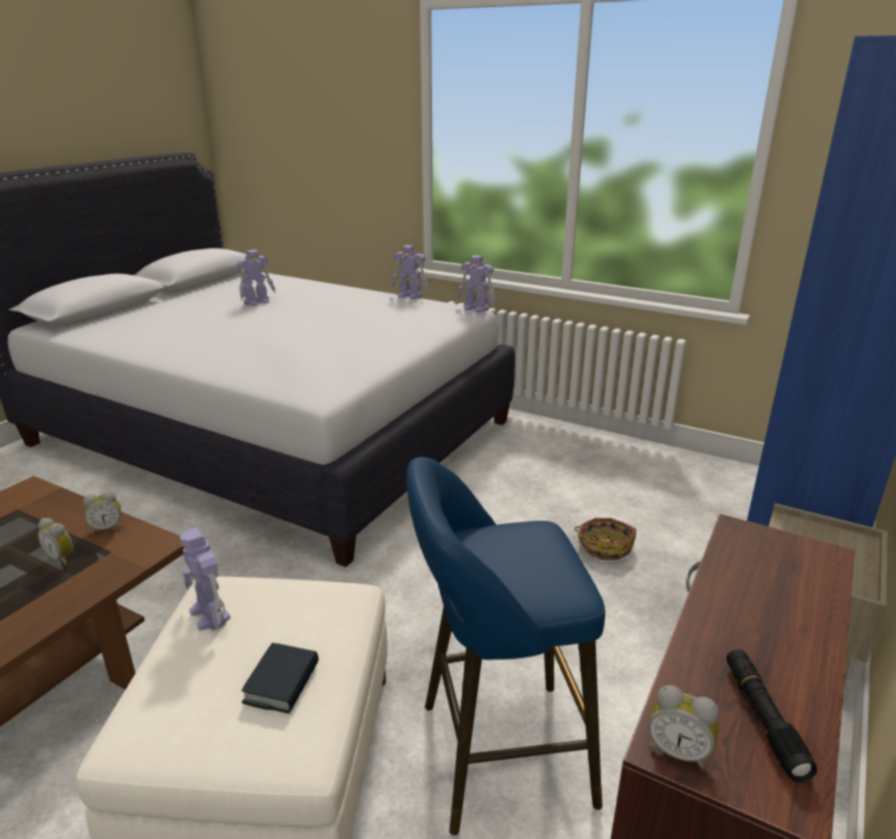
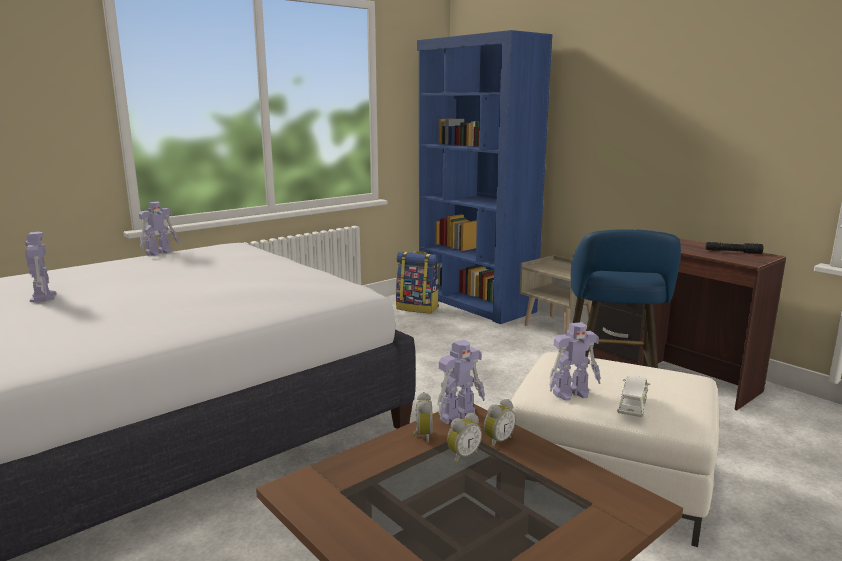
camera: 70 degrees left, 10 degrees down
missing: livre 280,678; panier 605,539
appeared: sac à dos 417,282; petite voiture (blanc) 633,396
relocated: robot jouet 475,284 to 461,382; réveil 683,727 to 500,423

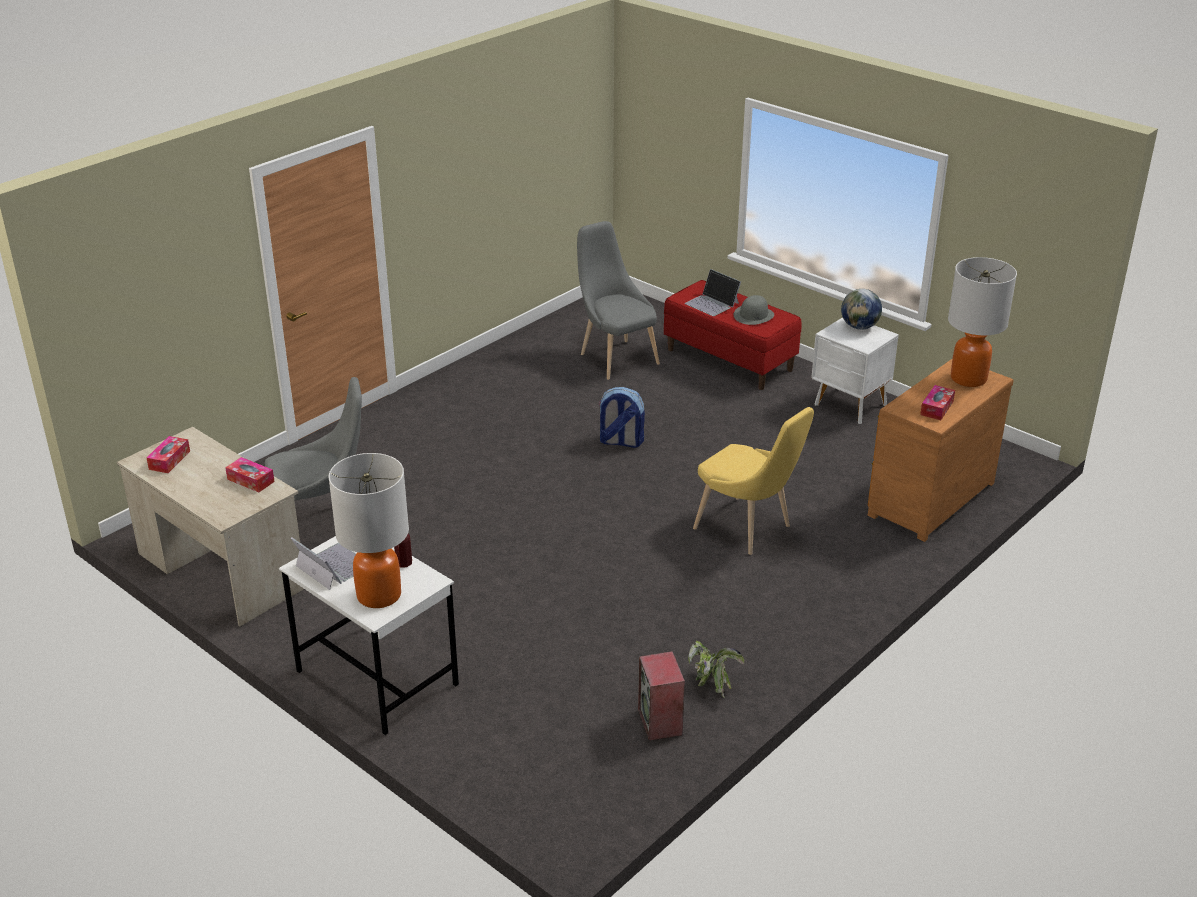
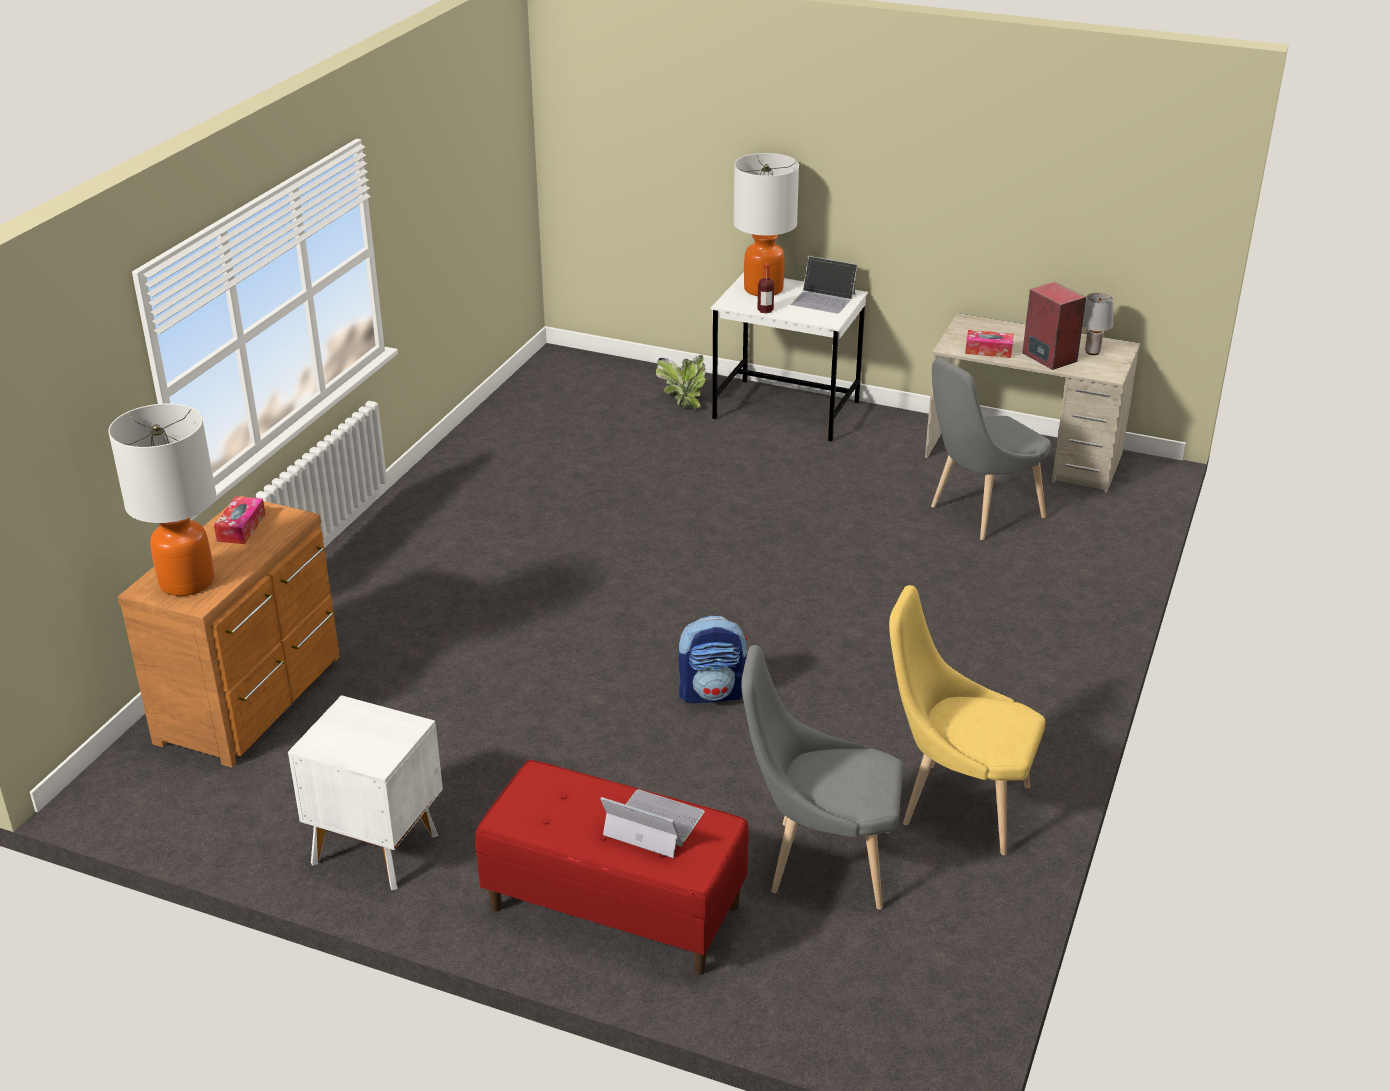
camera: 160 degrees right, 0 degrees up
missing: chapeau (gris) 754,310; globe 861,309
relocated: plante en pot 716,669 to 681,381; chaise (jaune) 753,481 to 967,720; enceinte 661,696 to 1054,326
exchanged: boîte à mouchoirs 168,454 to lampe de table (gris) 1097,324
spun: chaise (gris) 618,300 = 822,777 150 degrees clockwise

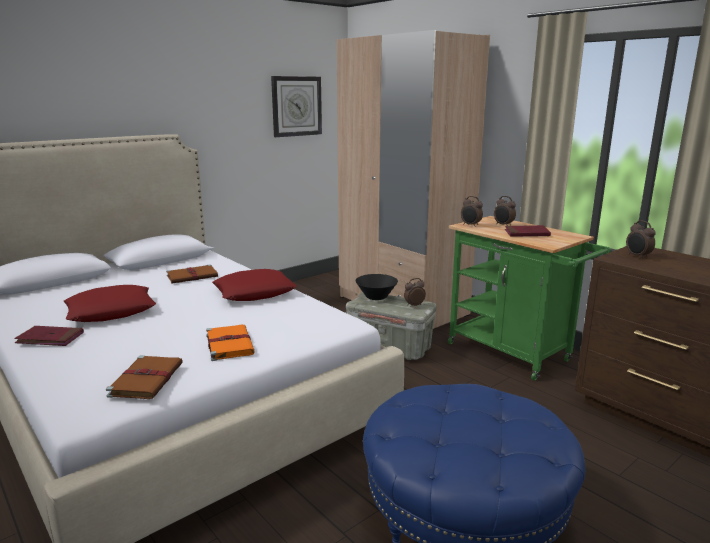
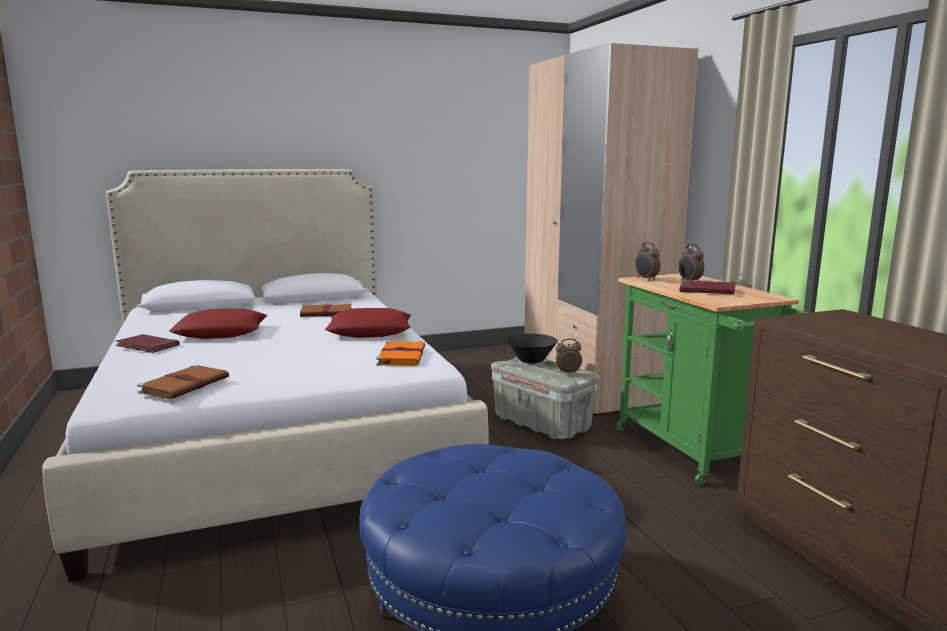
camera: 20 degrees right, 5 degrees down
missing: horloge murale 296,106; réveil 641,240
relocated: livre (orange) 230,342 to 400,353

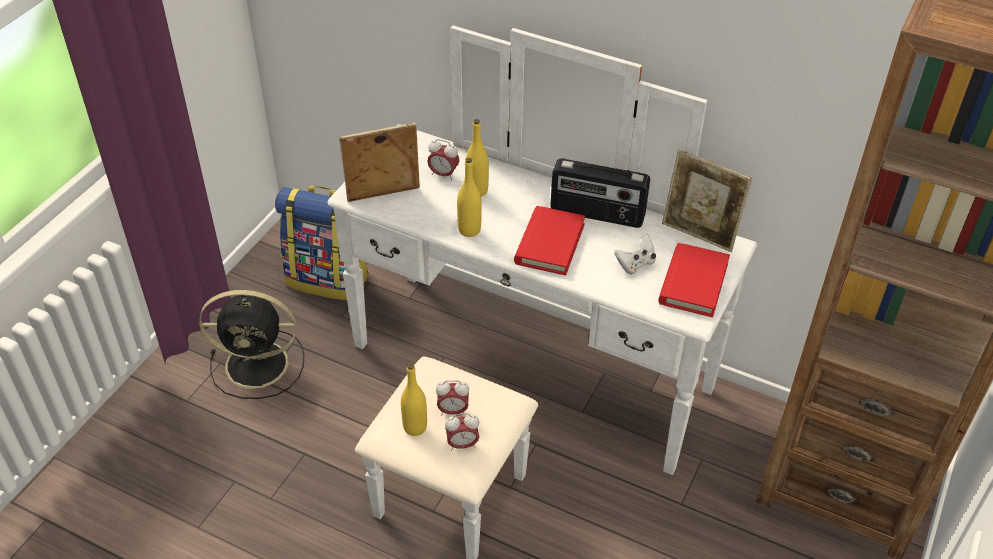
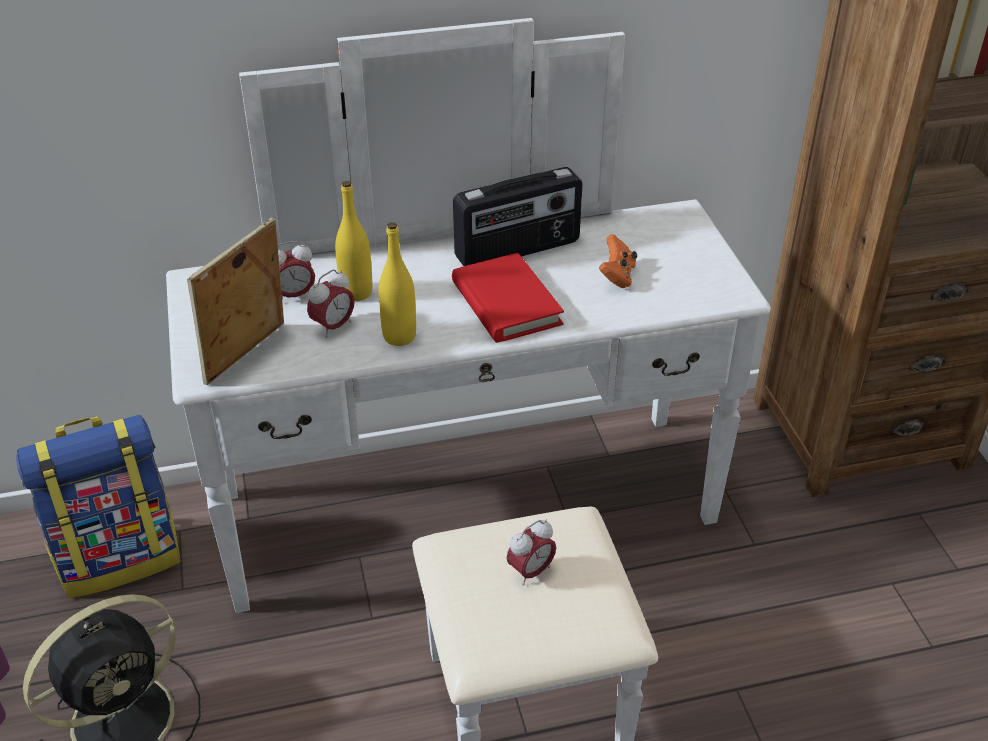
camera: 40 degrees left, 5 degrees down
missing: bouteille (jaune) 414,400; livre (rouge) 694,280; cadre photo 707,201
relocated: réveil 462,432 to 331,303
colour: manette (blanc) 635,254 to manette (orange) 618,261

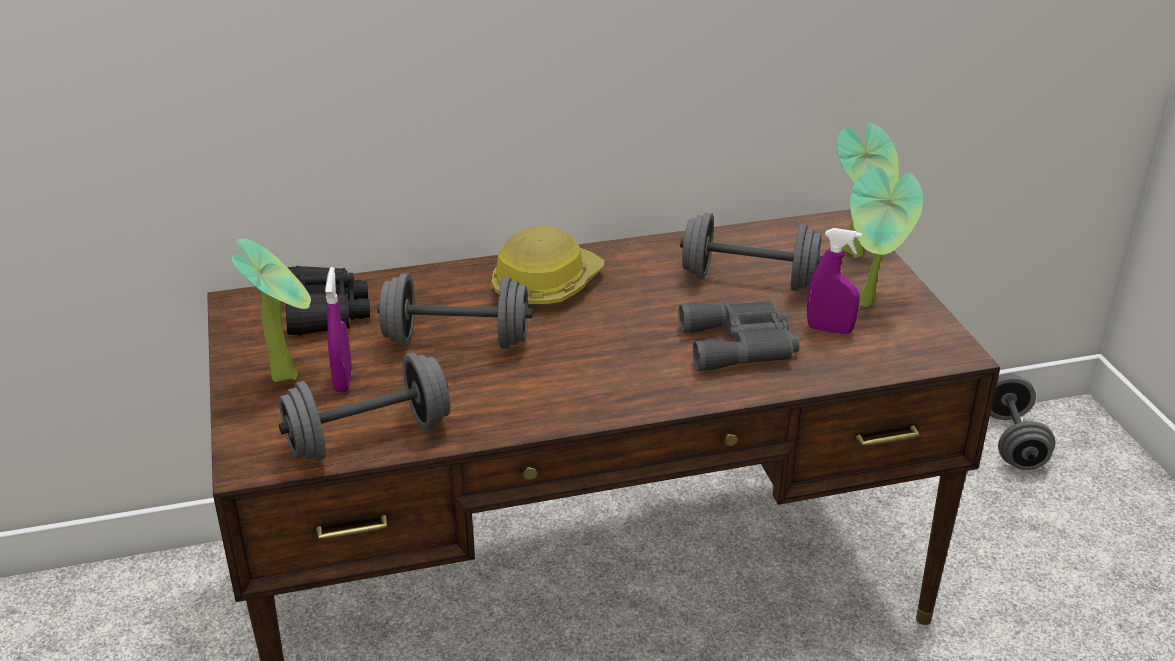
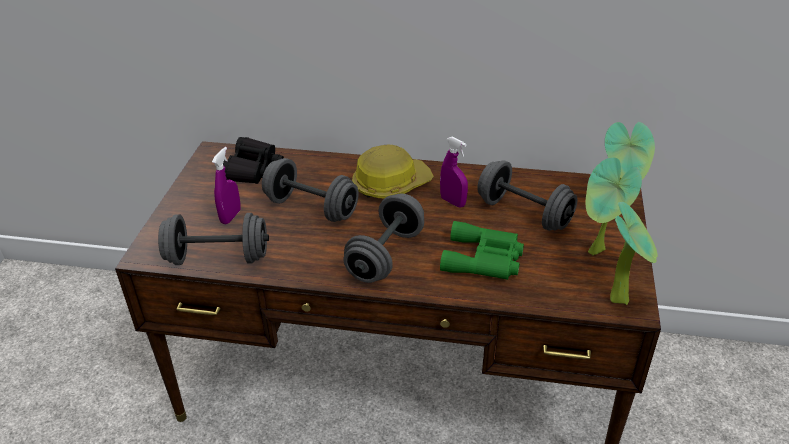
camera: 25 degrees right, 5 degrees up
relocated: haltère (gris) 1022,422 to 383,238; vaporisateur (violet) 834,281 to 454,172; plante en pot 271,310 to 634,253
colour: jumelles (gris) 738,336 to jumelles (vert) 482,250

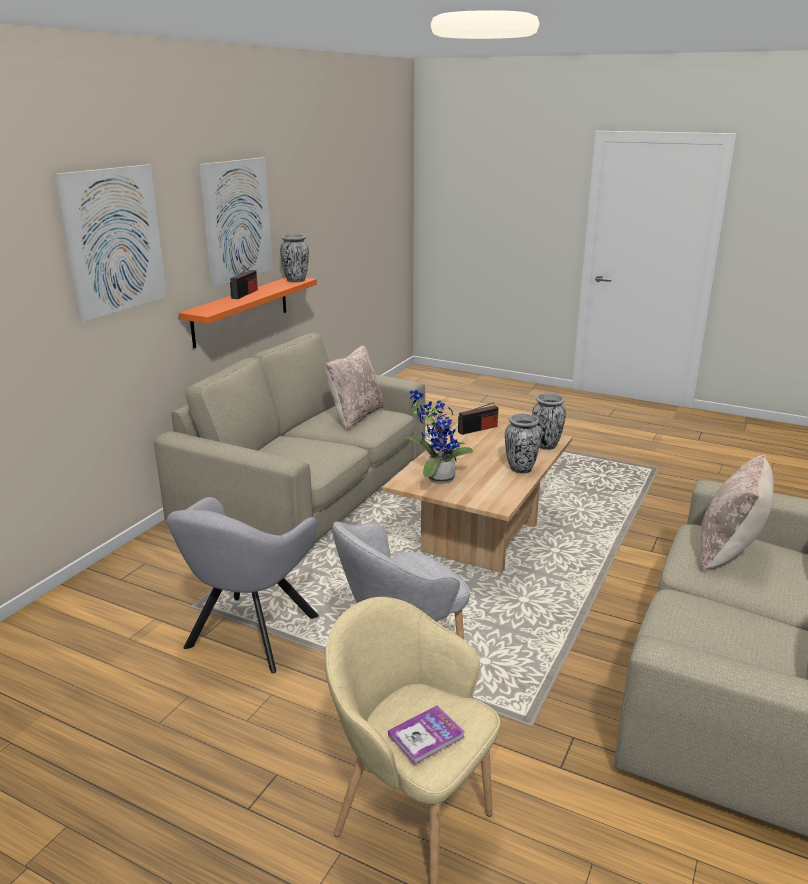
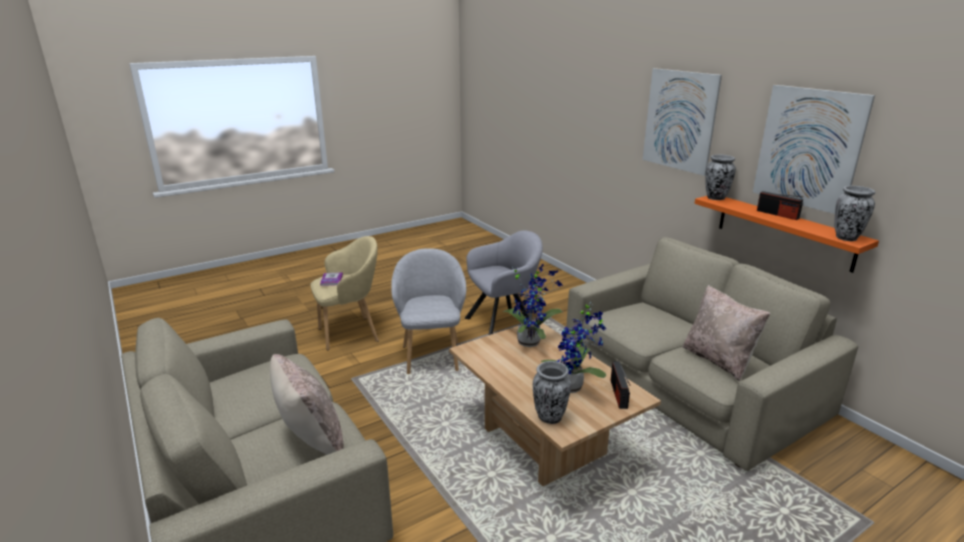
camera: 120 degrees right, 0 degrees up
appeared: plante en pot 574,347
relocated: vase 523,443 to 721,177
spun: fauteuil (gris) 242,585 = 504,282 105 degrees clockwise

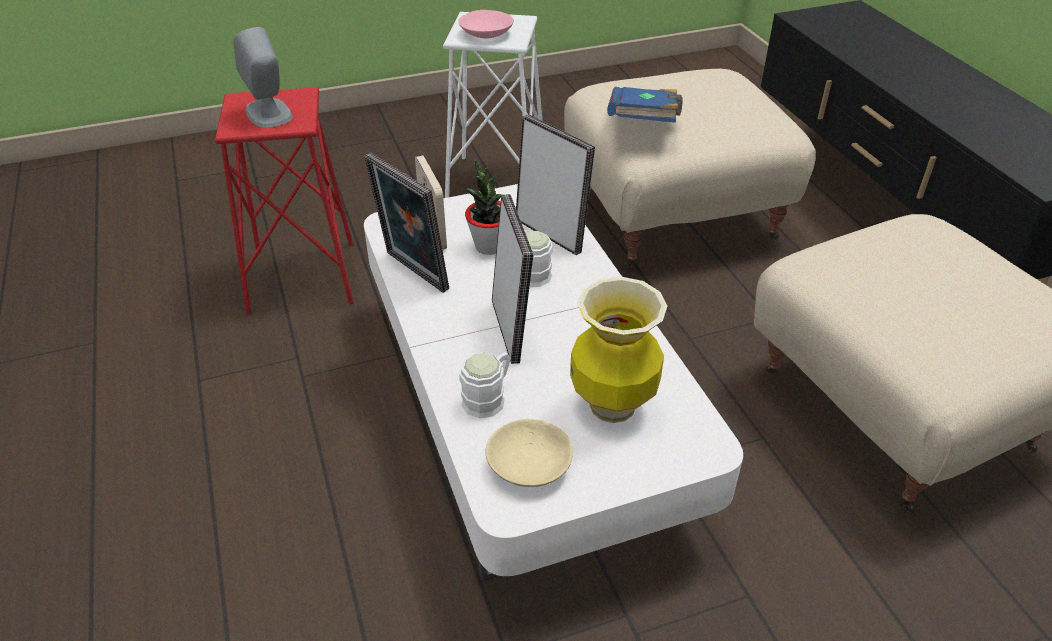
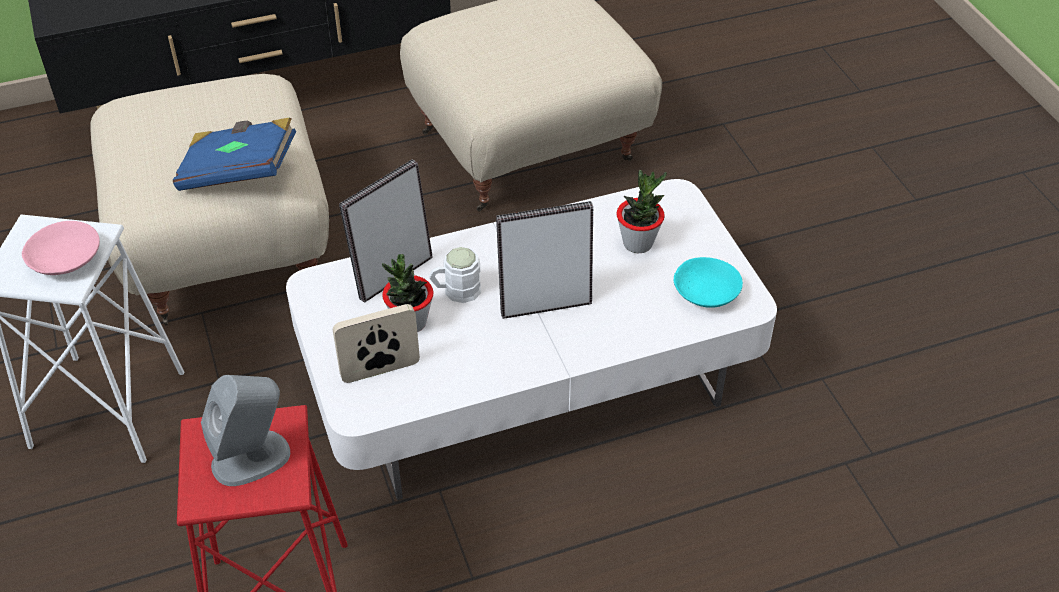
camera: 90 degrees left, 5 degrees up
missing: cadre photo 406,222; mug (blanc) 485,385
exchanged: vase 618,350 to plante en pot 641,211
colour: bol (beige) 529,453 to bol (turquoise) 708,282

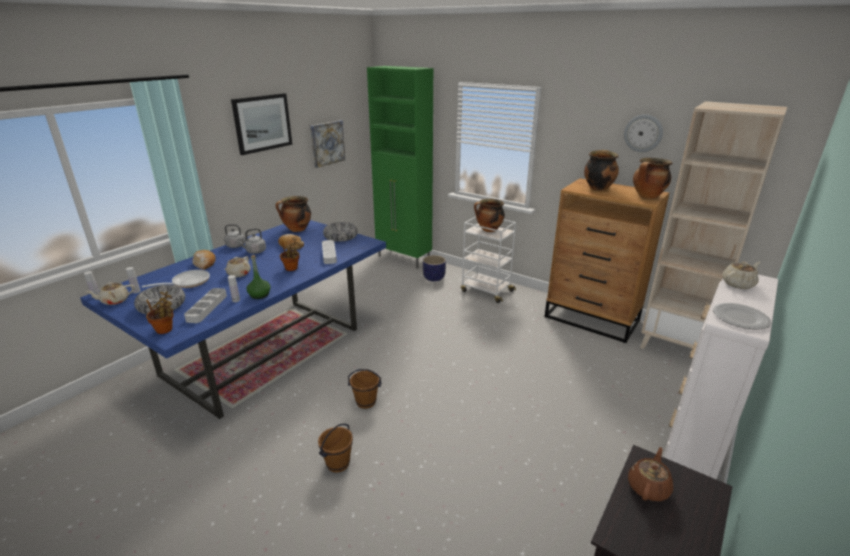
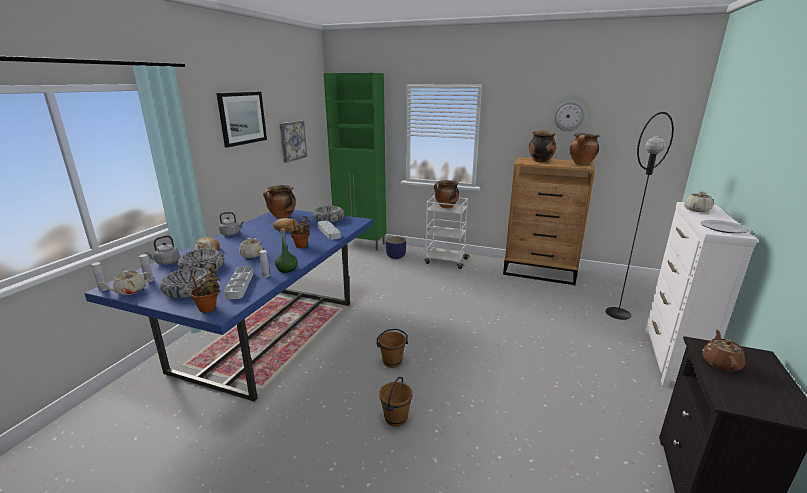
camera: 15 degrees left, 5 degrees down
missing: bibliothèque (beige) 713,225
appeared: lampadaire (noir) 640,216
relocated: bouilloire (gris) 252,241 to 162,250
exchanged: poêle 176,279 to bol 200,260

